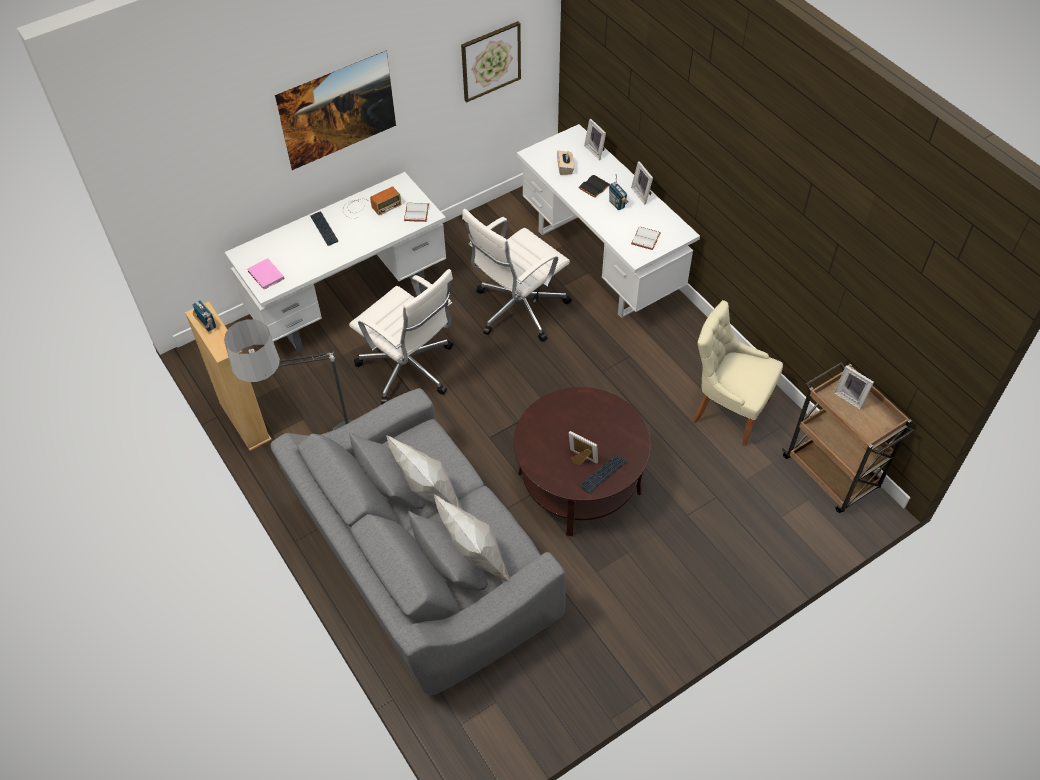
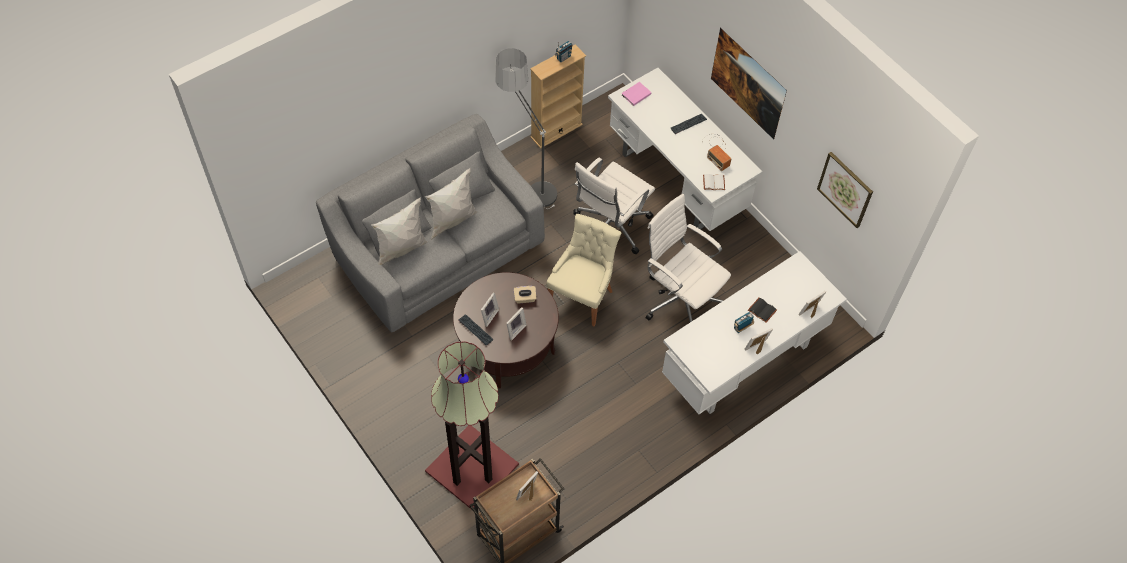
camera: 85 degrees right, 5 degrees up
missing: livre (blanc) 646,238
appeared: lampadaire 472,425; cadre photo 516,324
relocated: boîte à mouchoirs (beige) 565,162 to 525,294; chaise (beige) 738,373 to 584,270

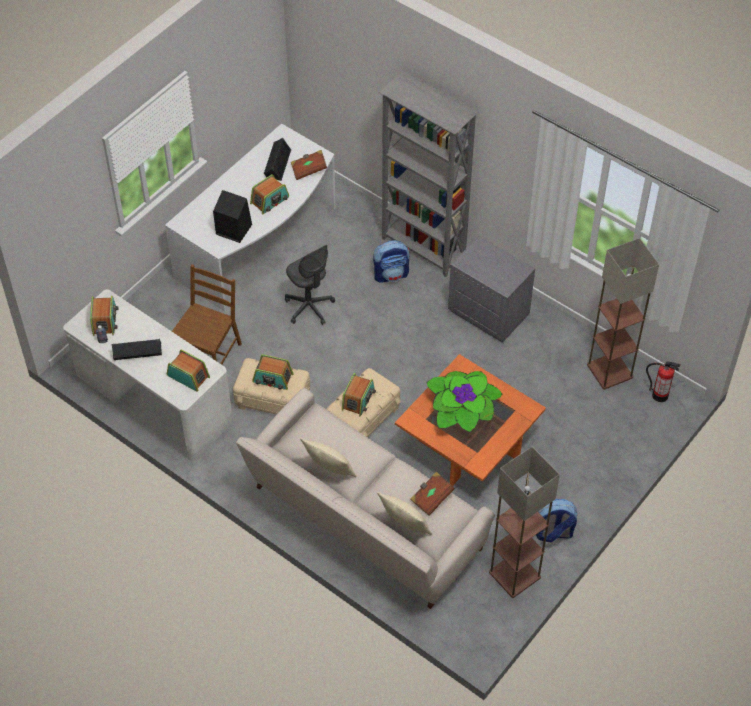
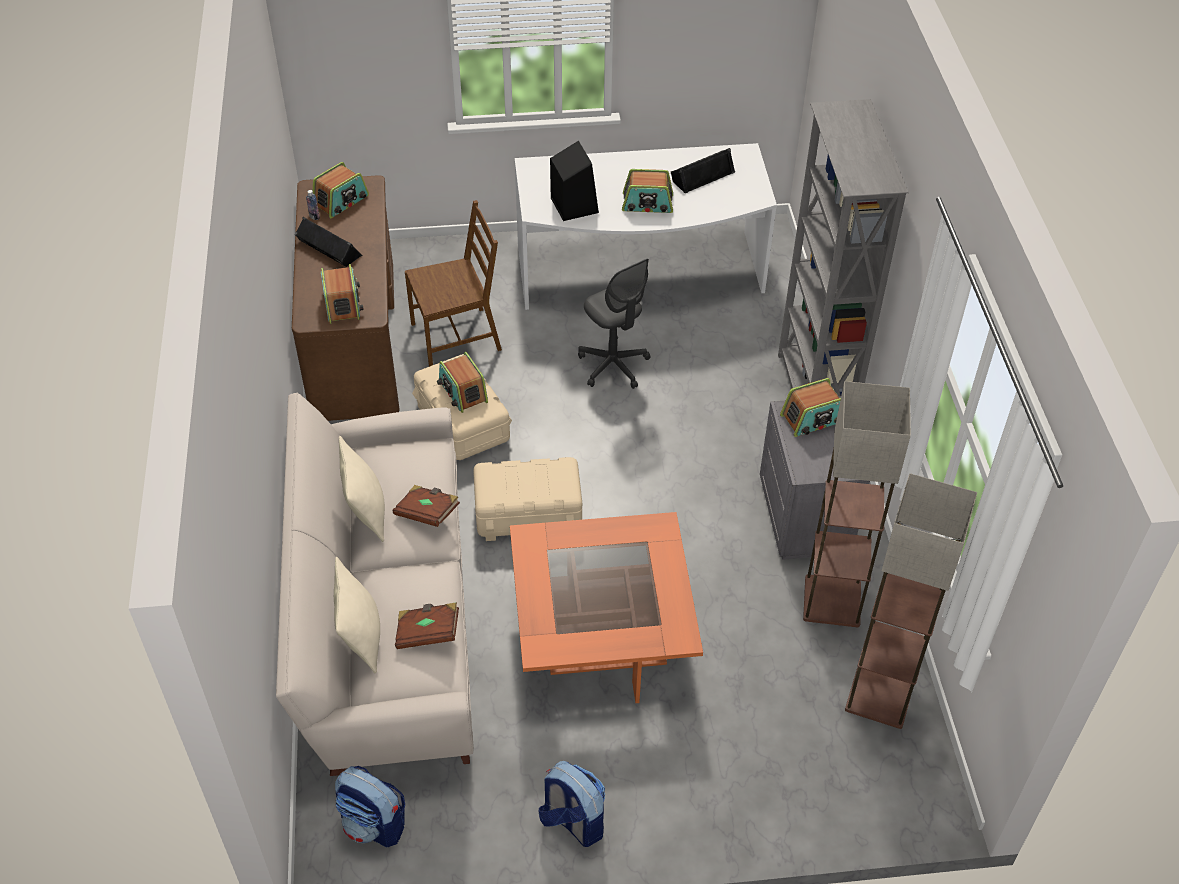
camera: 45 degrees right, 5 degrees down
missing: plante en pot 464,402; extincteur 663,382
relocated: sac à dos 391,261 to 370,806; livre (marron) 309,165 to 426,506; radio 359,394 to 810,407; lampadaire 524,522 to 857,504
colour: bureau (blanc) 148,374 to bureau (marron) 346,298
spun: chaise de bureau (gris) 310,285 = 614,324 45 degrees counterclockwise

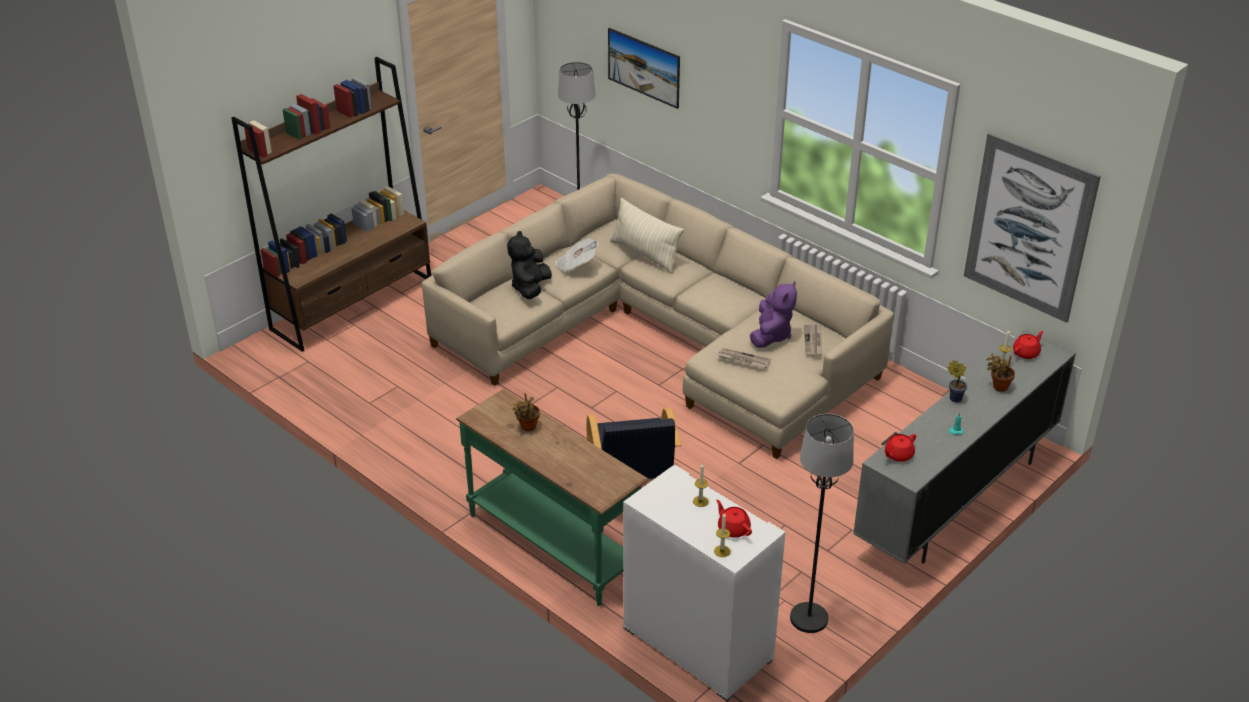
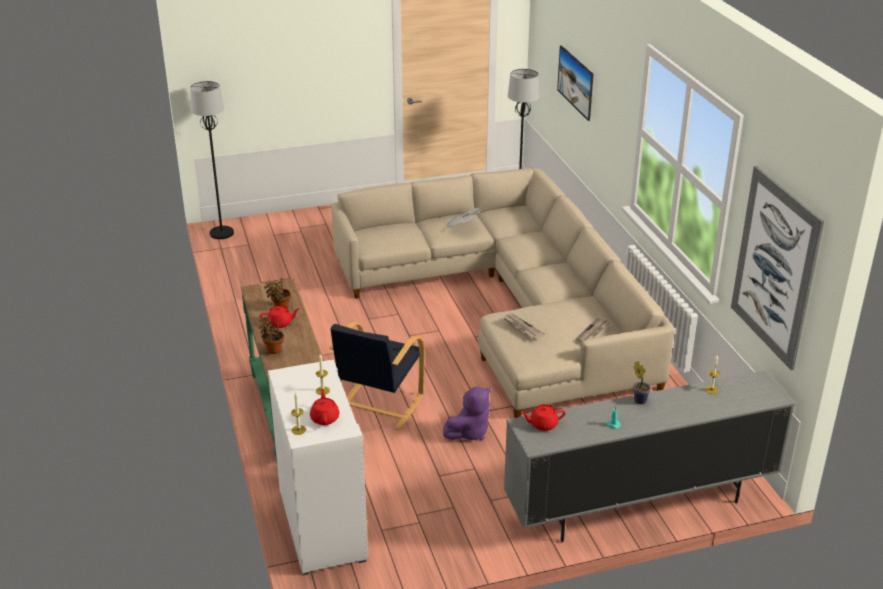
camera: 30 degrees right, 5 degrees down
missing: bibliothèque (marron) 331,204; peluche (noir) 529,265; coussin (beige) 647,236
relocated: lampadaire (noir) 822,523 to 212,160; plante en pot 1000,373 to 271,335; théière (rouge) 1028,345 to 280,317; peluche (violet) 773,314 to 467,413

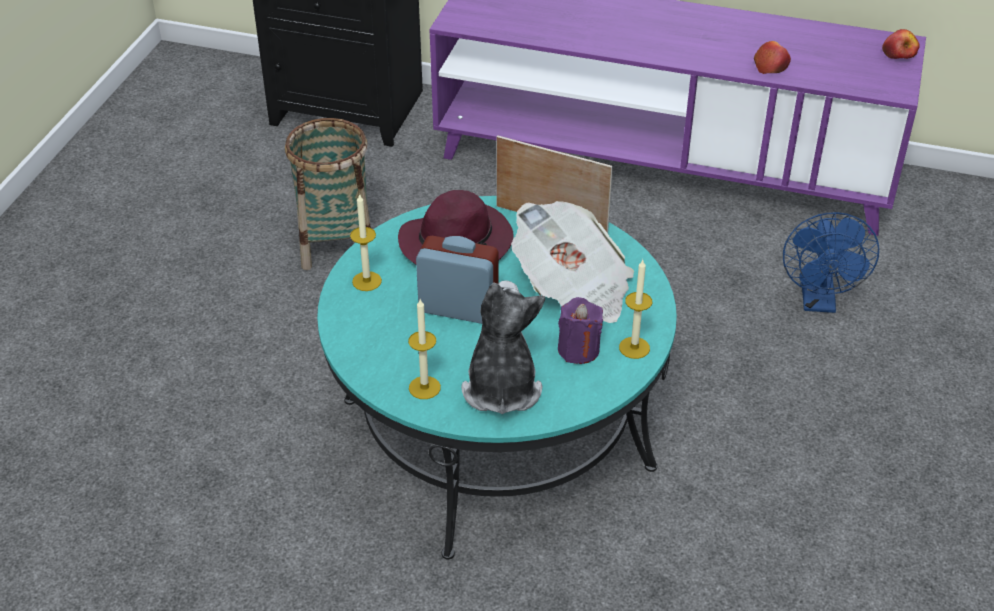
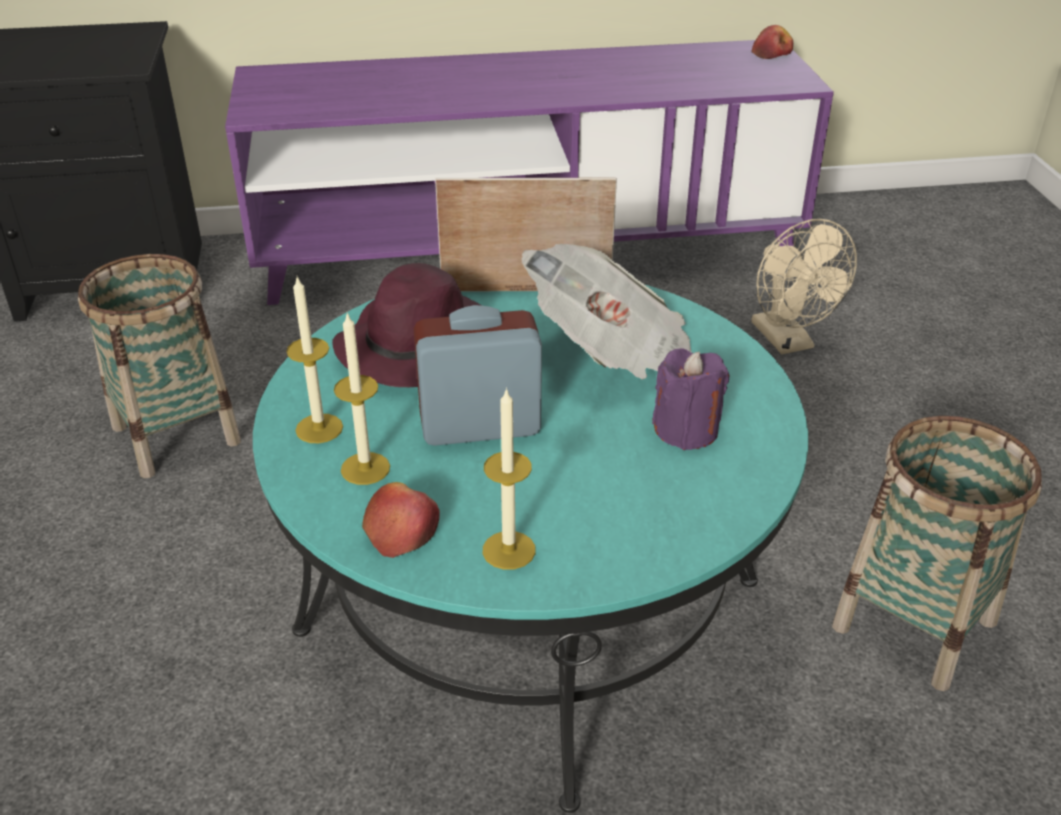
camera: 25 degrees left, 5 degrees down
missing: peluche 503,347
appeared: panier 937,553
relocated: bougie 635,309 to 362,399; pomme 772,57 to 401,520
colour: ventilateur (bleu) 831,262 to ventilateur (beige) 804,286

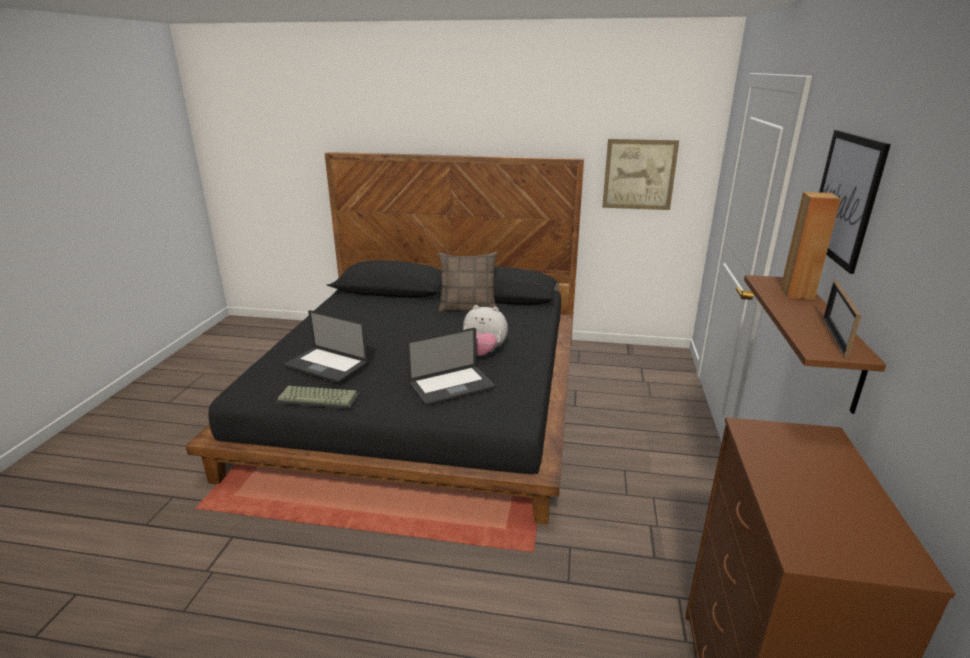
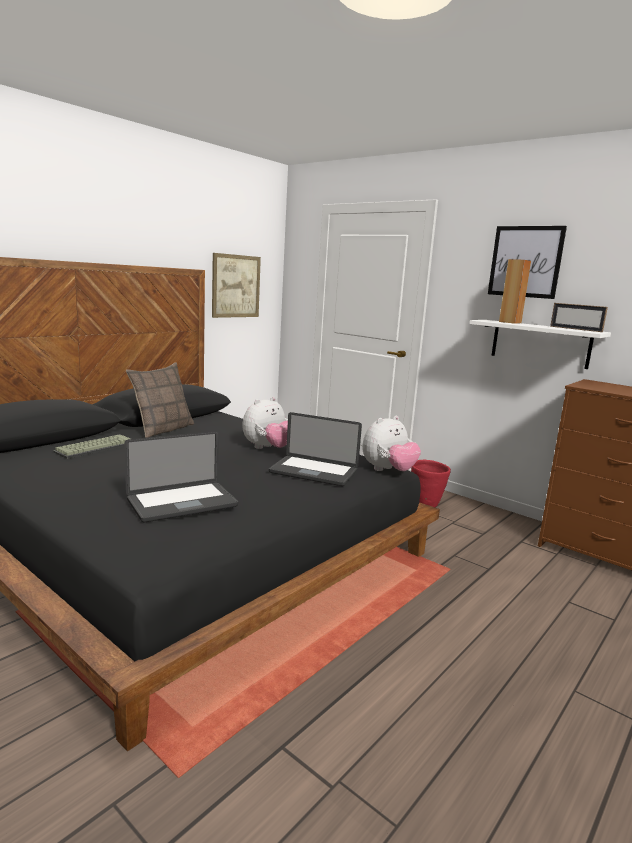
camera: 60 degrees left, 10 degrees down
appeared: peluche 391,443; cache-pot (rouge) 431,483
relocated: clavier 318,397 to 92,446
colour: étagère (marron) 815,344 to étagère (blanc) 540,344
spun: ordinateur portable 450,367 = 315,449 105 degrees clockwise

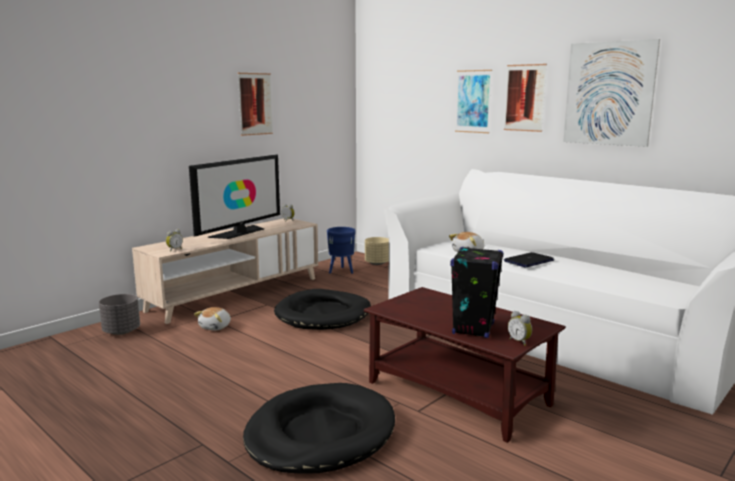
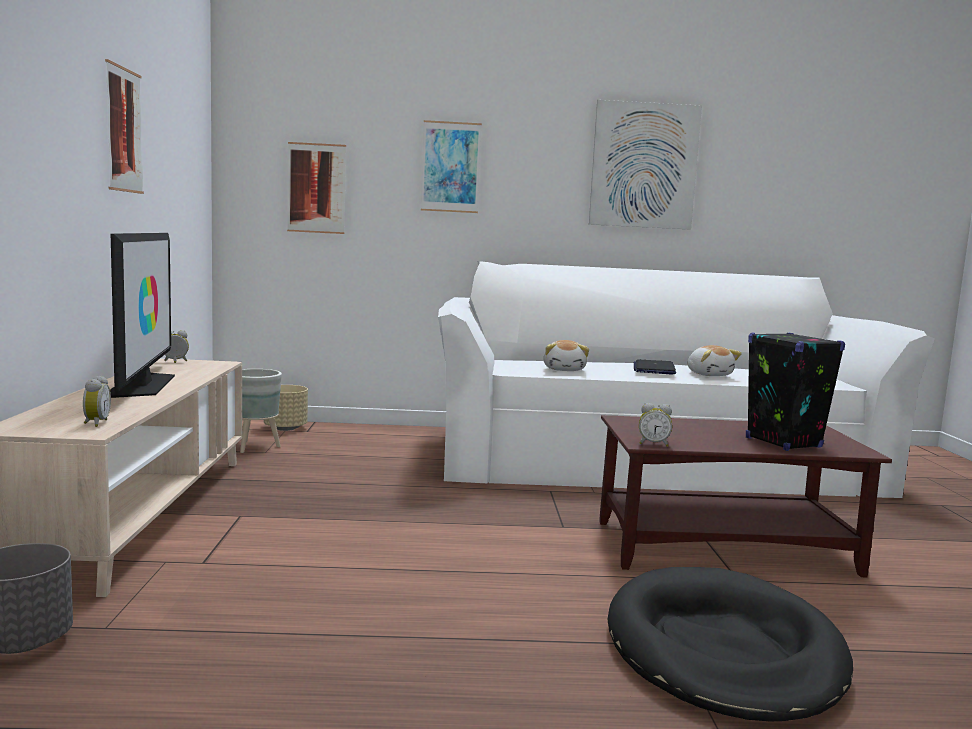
camera: 45 degrees left, 5 degrees down
missing: panier pour chien (noir) 322,309
relocated: tableau 525,98 to 316,188; réveil 520,328 to 655,425; peluche 212,319 to 714,360
colour: cache-pot (bleu) 341,250 to cache-pot (gris) 261,411

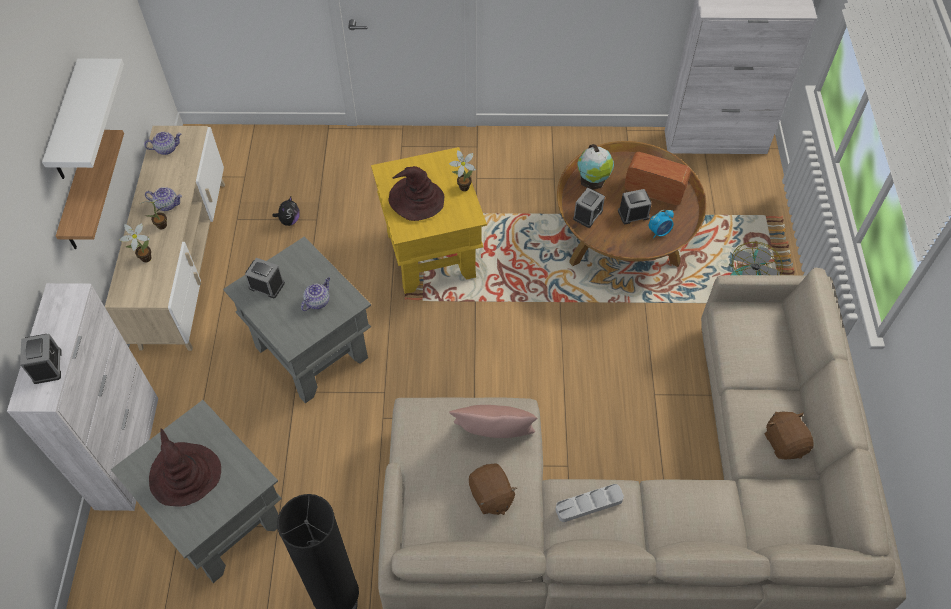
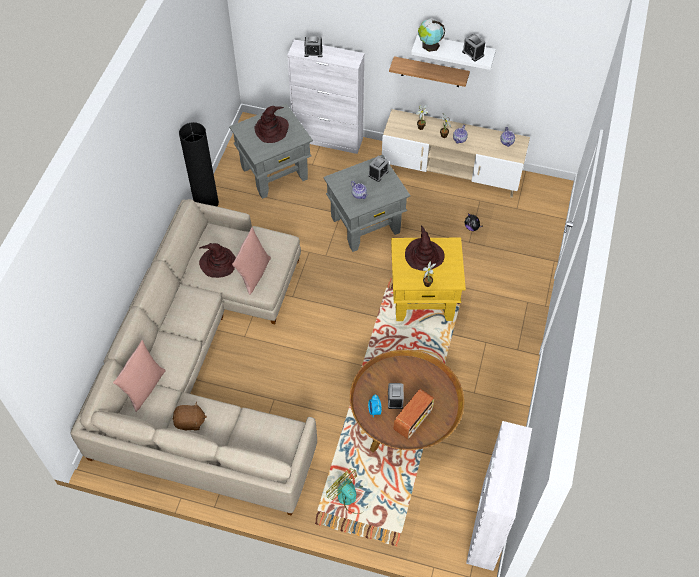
camera: 105 degrees right, 0 degrees up
missing: plateau (gris) 589,503
appeared: coussin (rose) 139,376
relocated: globe 595,167 to 431,35; réveil 589,208 to 473,47
exchanged: peluche (marron) 493,489 to chapeau (marron) 217,260

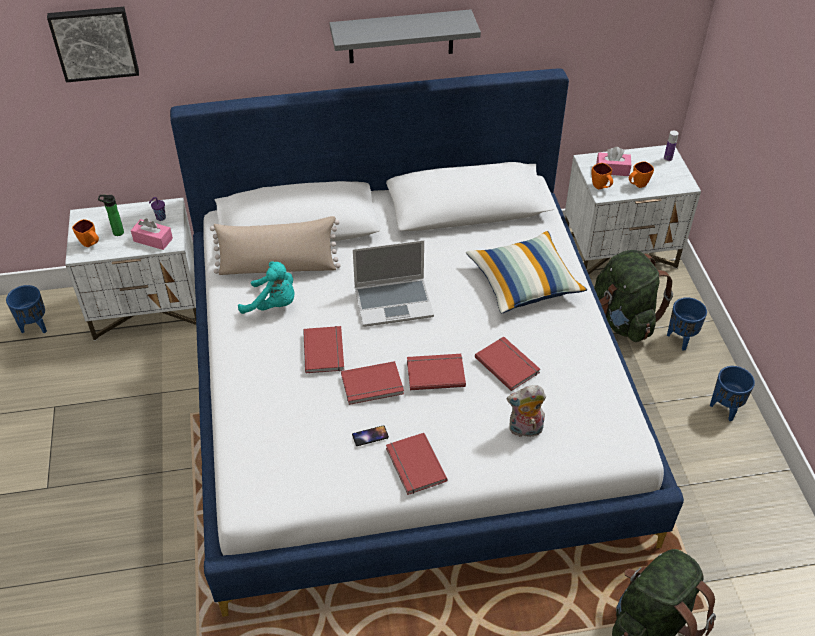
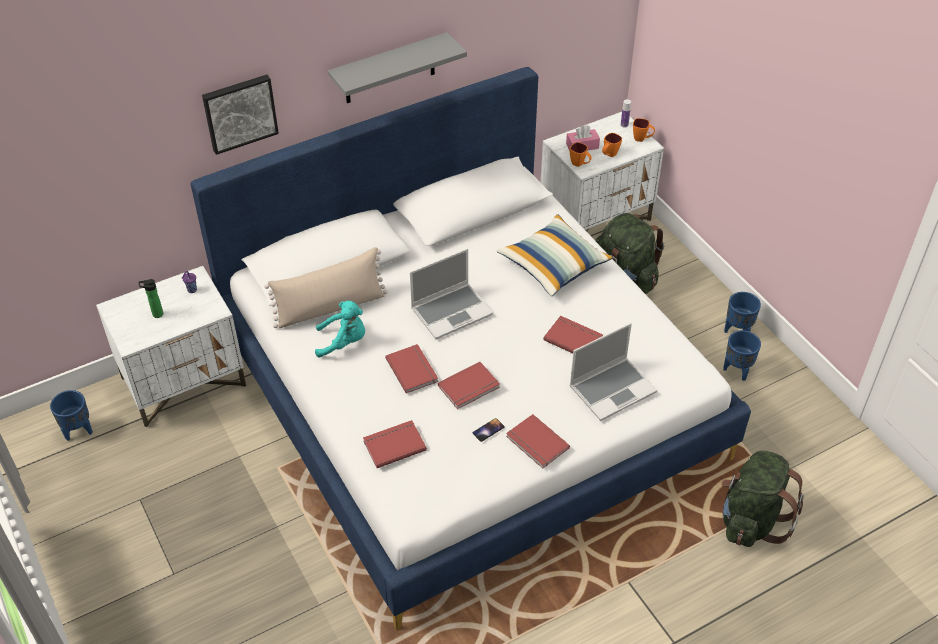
camera: 20 degrees left, 0 degrees up
missing: boîte à mouchoirs (rose) 152,234
relocated: tableau 93,44 to 240,115; livre (rouge) 436,372 to 395,444; mug (orange) 85,233 to 644,130; cache-pot (bleu) 687,323 to 742,355
exchanged: peluche 526,411 to ordinateur portable 613,372

